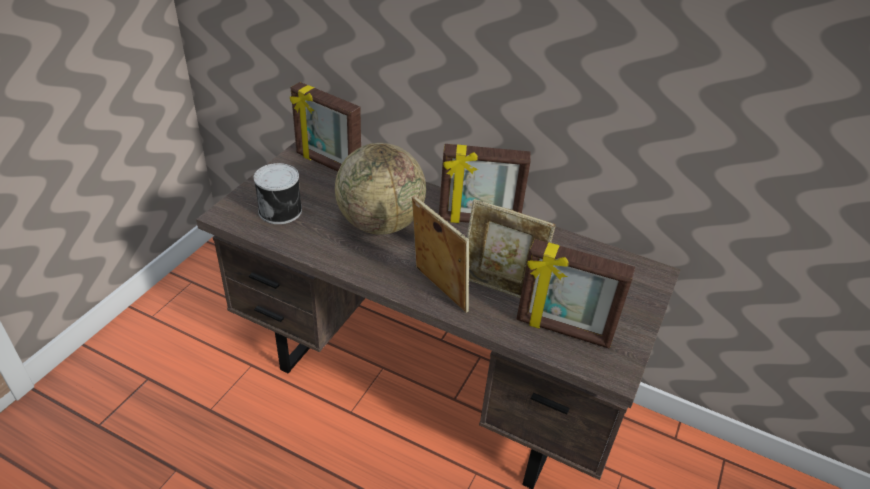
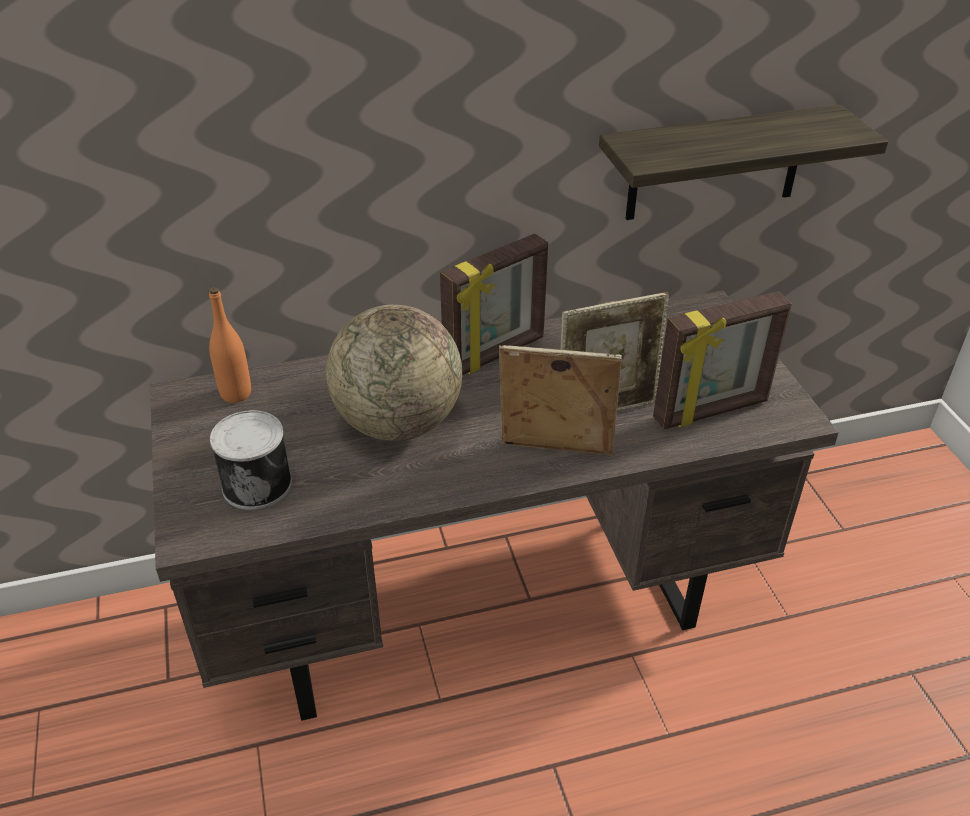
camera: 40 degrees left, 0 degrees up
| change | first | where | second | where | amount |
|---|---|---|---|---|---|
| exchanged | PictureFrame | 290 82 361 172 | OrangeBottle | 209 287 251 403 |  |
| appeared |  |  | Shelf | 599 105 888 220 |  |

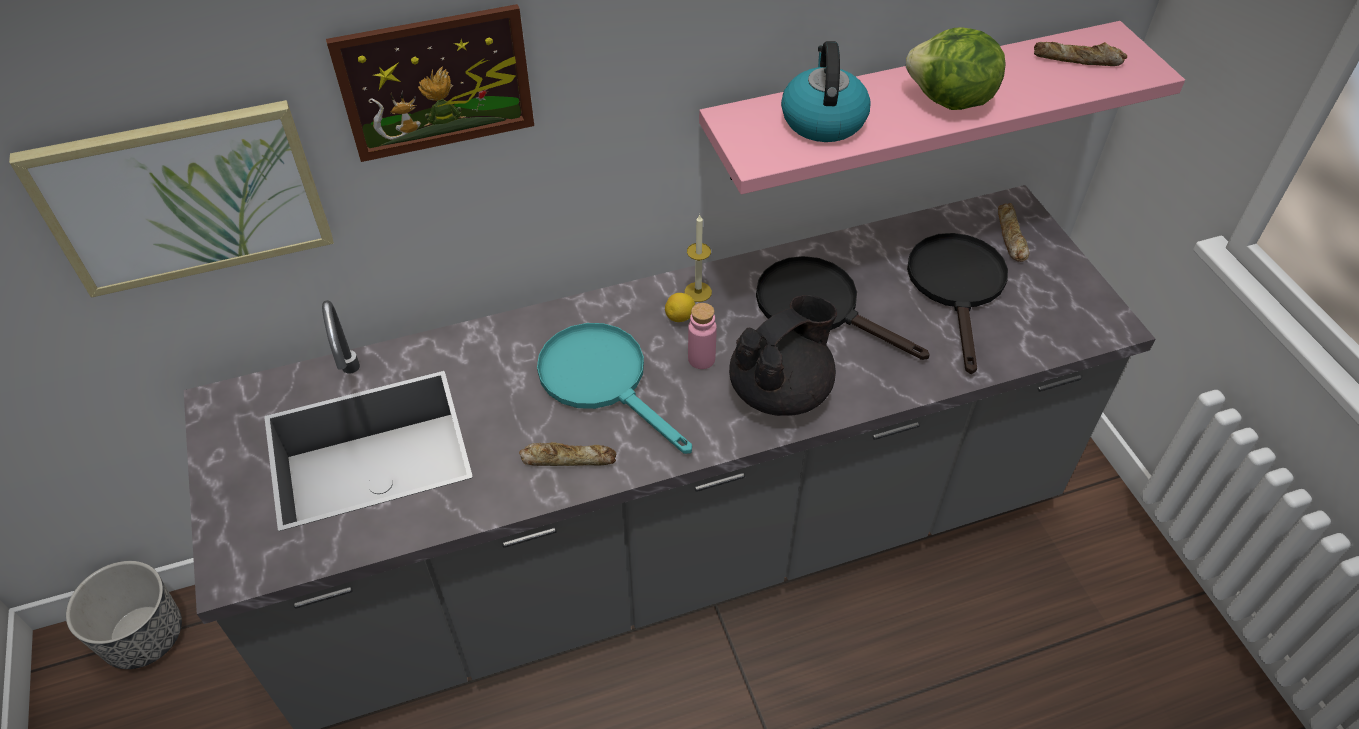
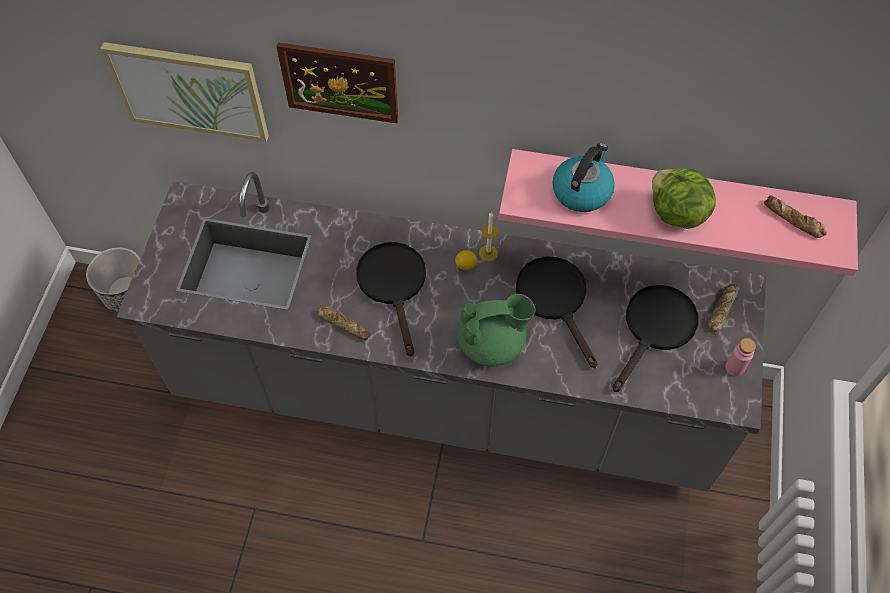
camera: 30 degrees right, 10 degrees up
| change | first | where | second | where | amount |
|---|---|---|---|---|---|
| colour | BlackTeapot | 729 295 837 416 | GreenTeapot | 456 294 535 367 |  |
| relocated | PinkBottle | 688 303 717 369 |  | 725 338 756 376 |  |
| colour | TurquoiseFryingPan | 537 323 692 454 | BlackFryingPan | 356 242 426 356 |  |

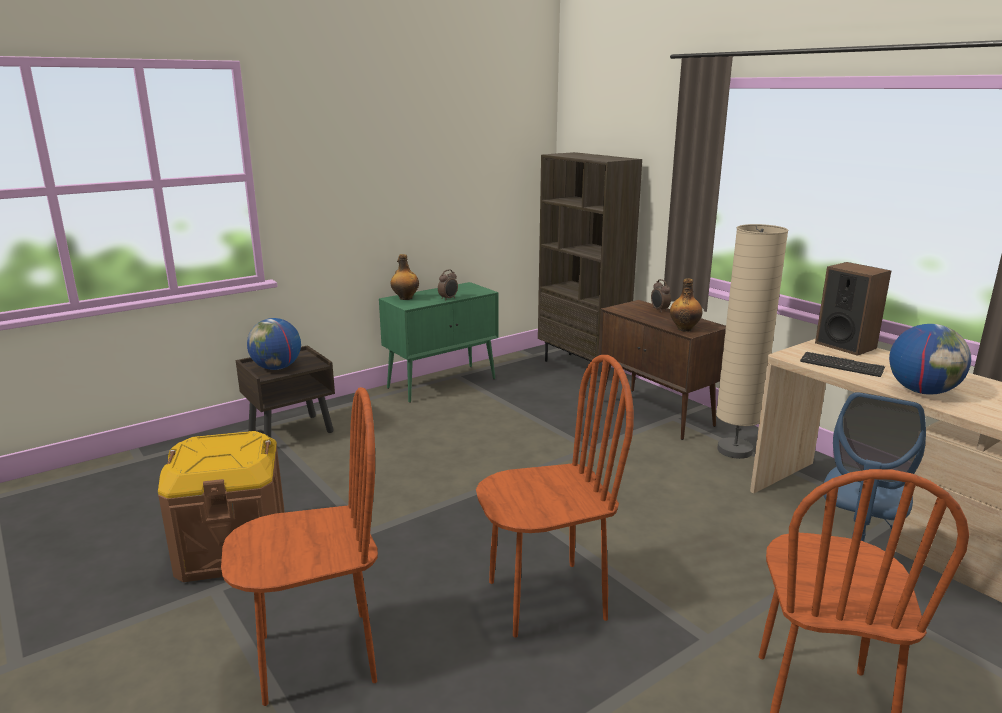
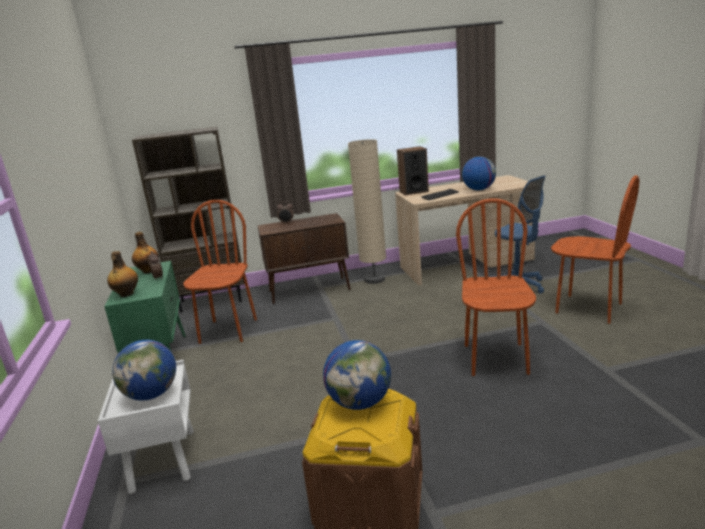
camera: 65 degrees left, 0 degrees up
| change | first | where | second | where | amount |
|---|---|---|---|---|---|
| relocated | Bottle | 670 278 702 332 |  | 132 232 159 274 |  |
| colour | BrownNightstand | 236 345 335 437 | WhiteNightstand | 98 360 194 494 |  |
| relocated | BrownChair | 221 387 378 706 |  | 183 200 257 344 |  |
| appeared |  |  | Globe | 323 340 391 410 |  |

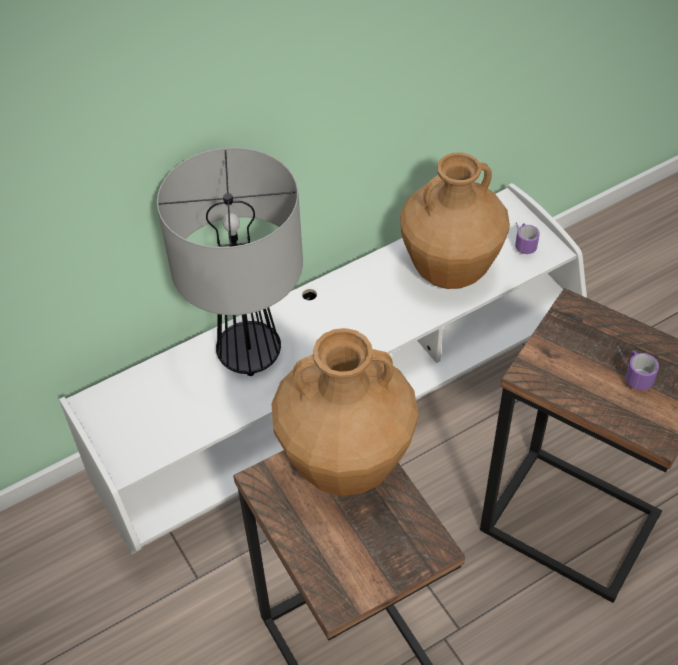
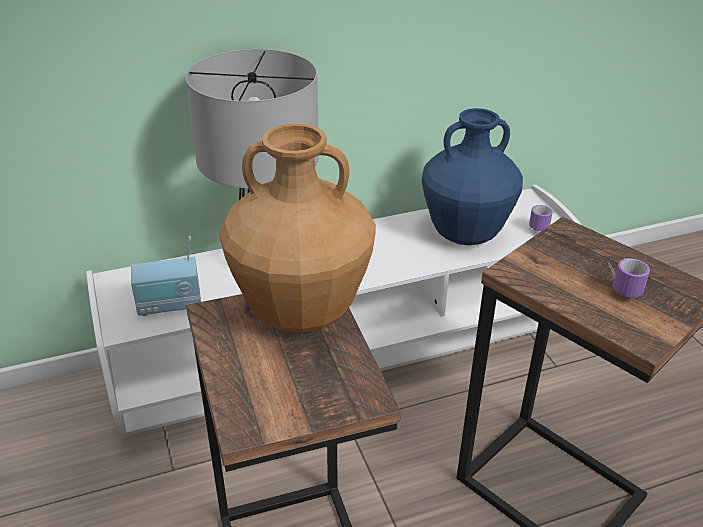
camera: 10 degrees right, 15 degrees down
| change | first | where | second | where | amount |
|---|---|---|---|---|---|
| colour | BrownVase | 400 152 510 289 | BlueVase | 422 108 523 245 |  |
| appeared |  |  | Radio | 131 236 201 316 |  |

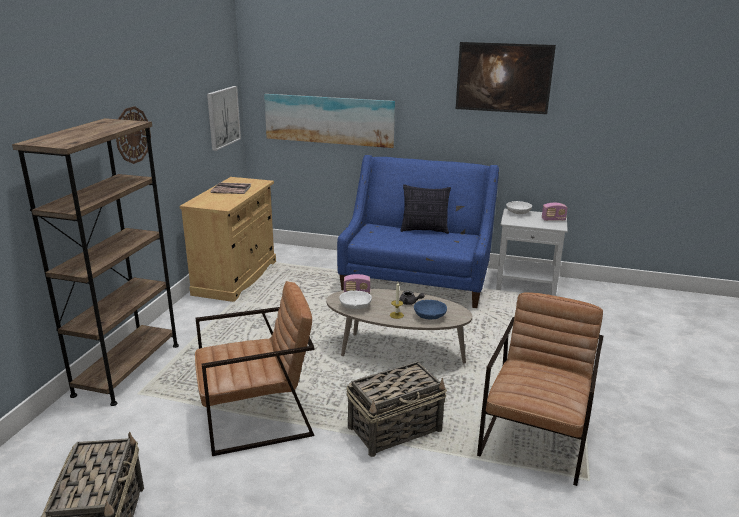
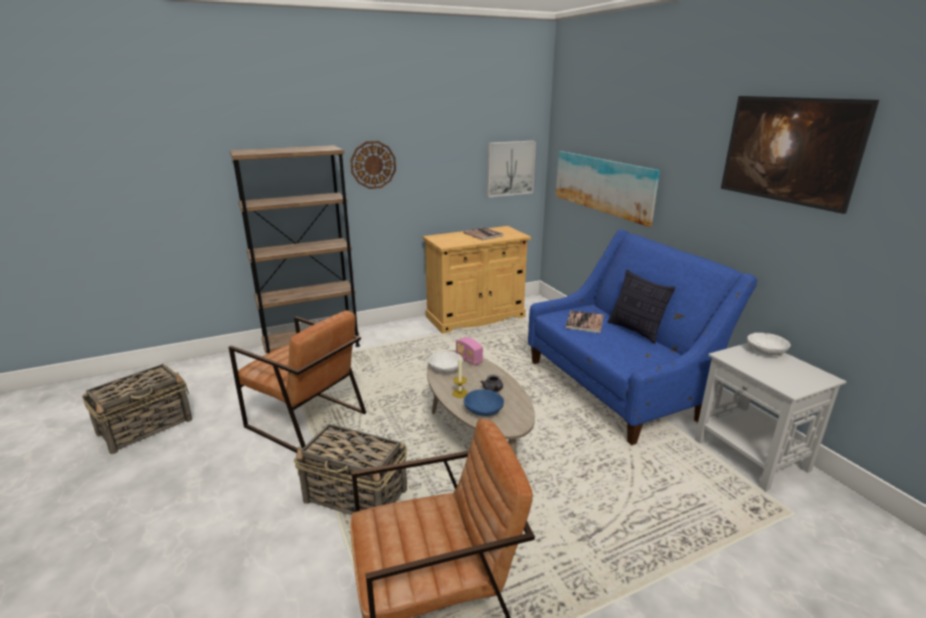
camera: 50 degrees right, 0 degrees up
| change | first | where | second | where | amount |
|---|---|---|---|---|---|
| missing | Radio | 542 203 568 221 |  |  |  |
| appeared |  |  | Book | 565 310 604 333 |  |

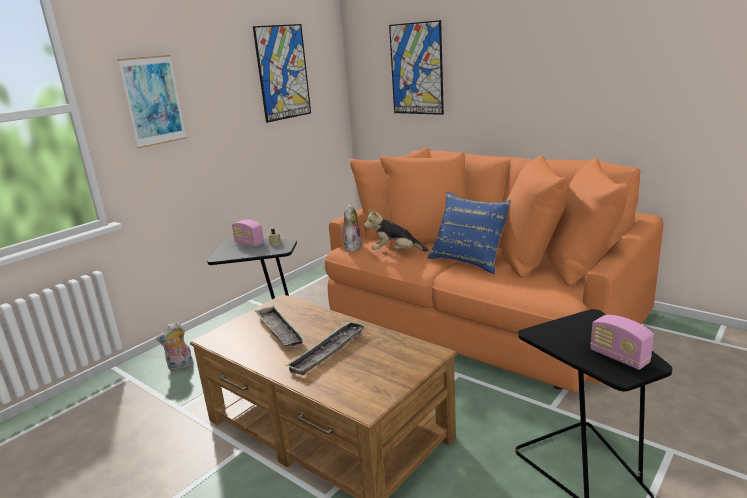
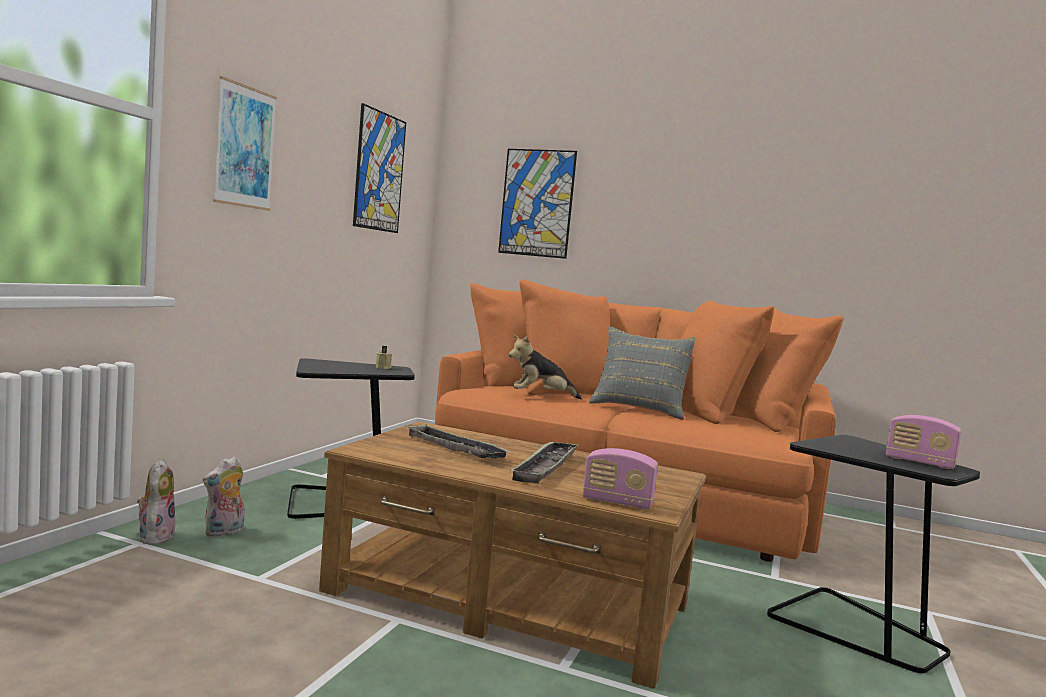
camera: 20 degrees left, 15 degrees down
| change | first | where | second | where | amount |
|---|---|---|---|---|---|
| colour | BluePillow | 428 192 511 274 | GreyPillow | 589 327 696 420 |  |
| relocated | PlushToy | 340 204 362 252 |  | 137 459 176 545 |  |
| relocated | Radio | 232 219 264 246 |  | 583 448 658 509 |  |

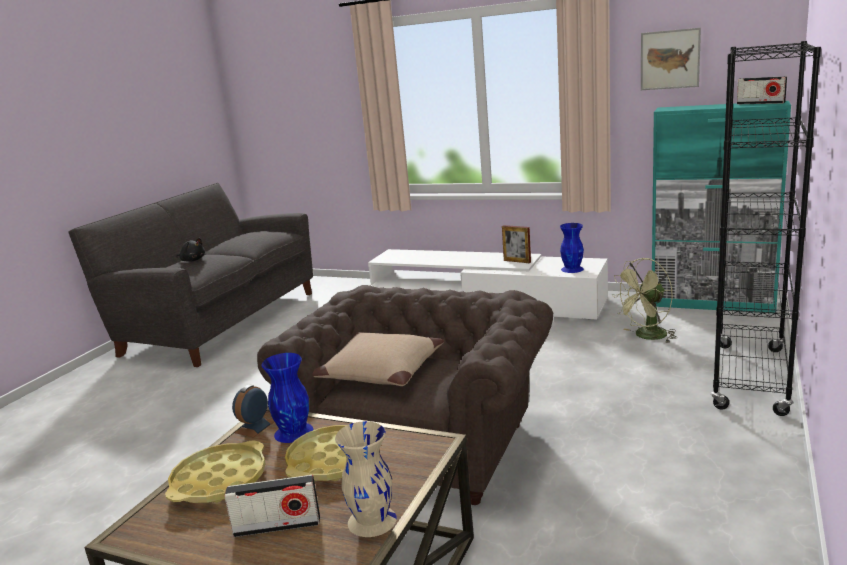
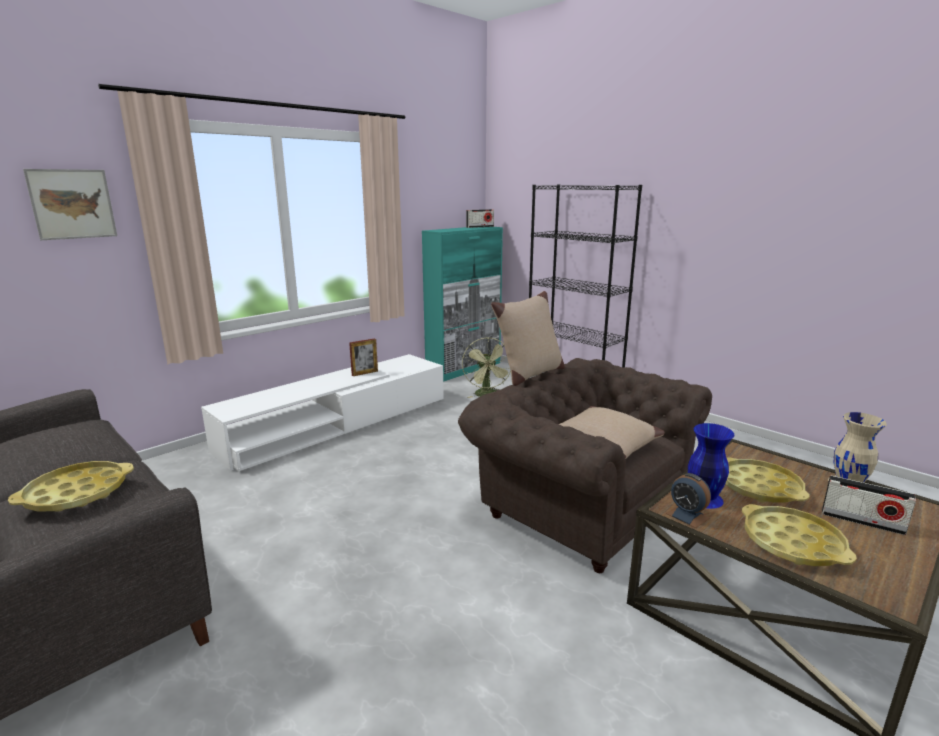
camera: 70 degrees left, 0 degrees up
| change | first | where | second | where | amount |
|---|---|---|---|---|---|
| relocated | Picture | 641 28 701 90 |  | 23 169 117 240 |  |
| missing | BlueVase | 560 223 584 273 |  |  |  |
| exchanged | BlackPlushToy | 176 238 205 261 | YellowTray | 8 461 134 512 |  |
| spun | Radio | 224 475 320 537 |  | 822 475 916 535 | 105 degrees clockwise |
| appeared |  |  | BeigePillow | 491 291 565 386 |  |

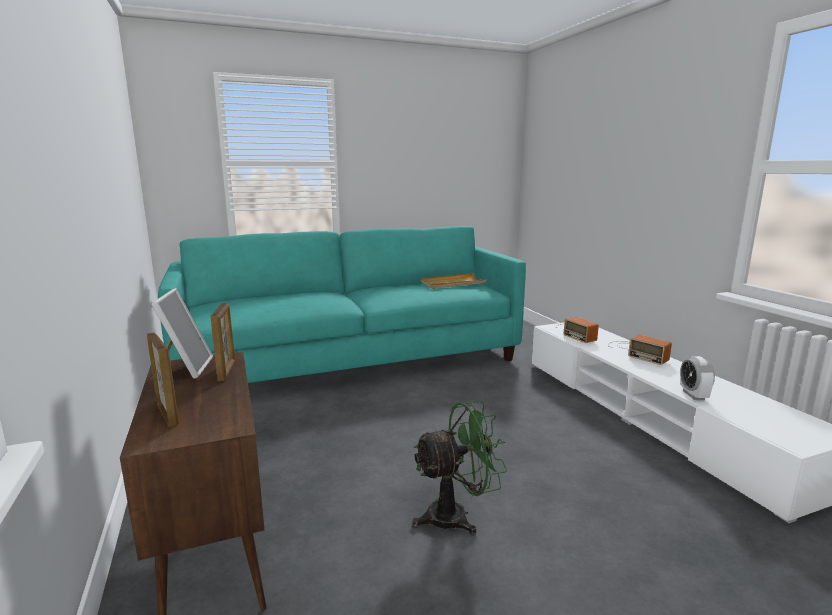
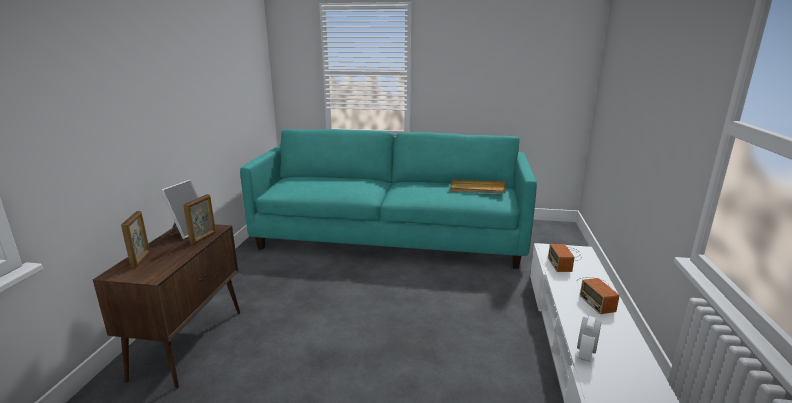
camera: 30 degrees right, 5 degrees up
| change | first | where | second | where | amount |
|---|---|---|---|---|---|
| missing | GreenFan | 412 401 507 536 |  |  |  |

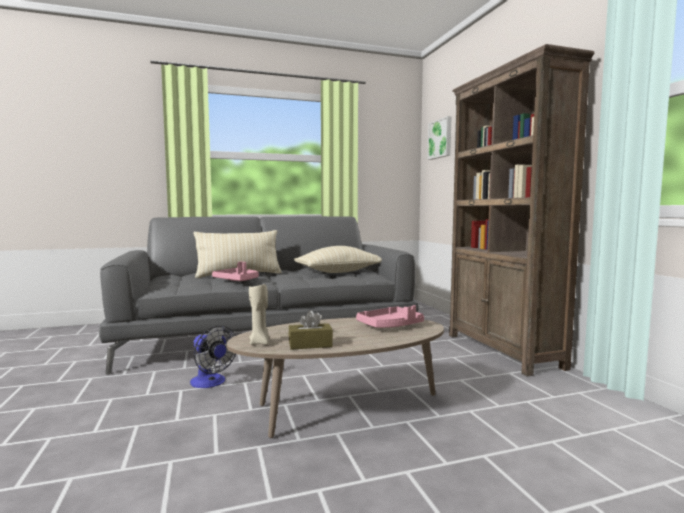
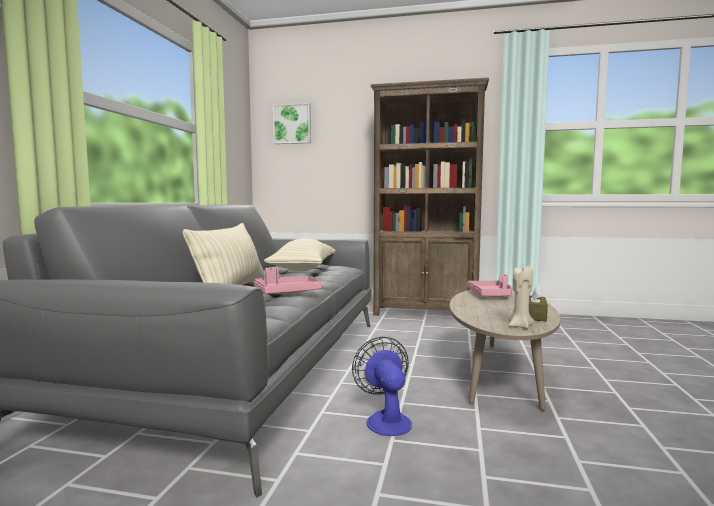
camera: 60 degrees left, 0 degrees up
| change | first | where | second | where | amount |
|---|---|---|---|---|---|
| spun | Fan | 190 326 236 388 |  | 352 337 412 436 | 90 degrees counterclockwise |

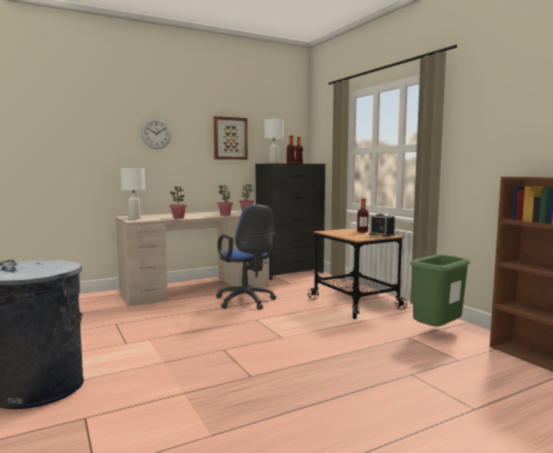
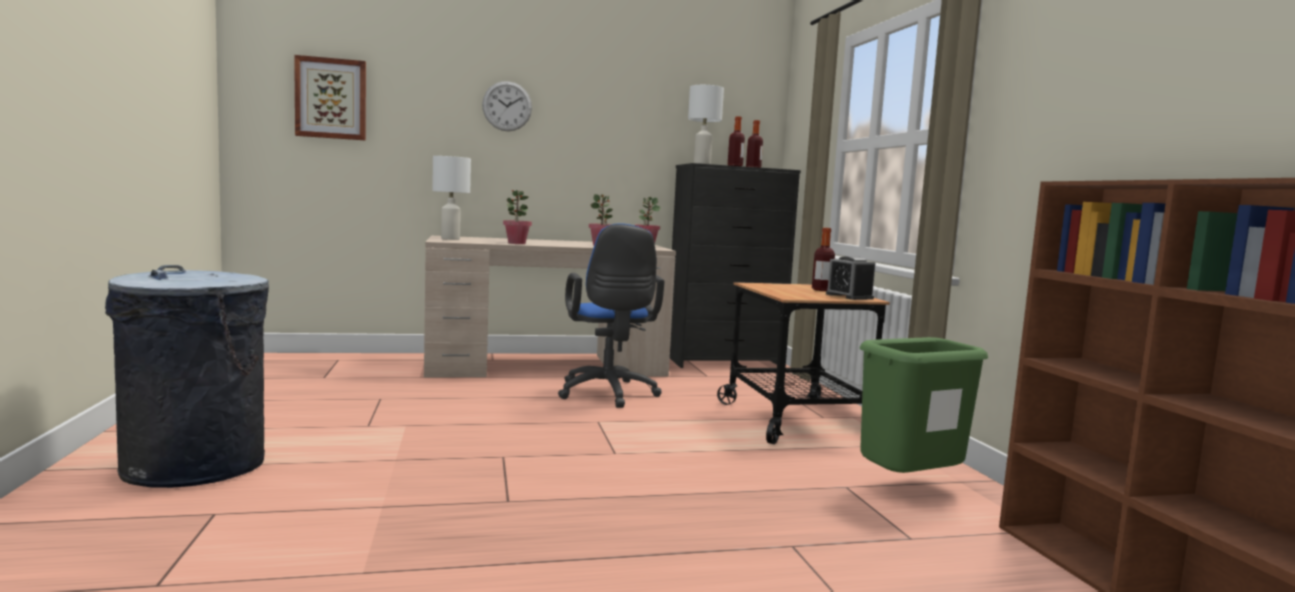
camera: 15 degrees right, 0 degrees up
| change | first | where | second | where | amount |
|---|---|---|---|---|---|
| relocated | Picture | 214 116 248 160 |  | 294 55 366 140 |  |

